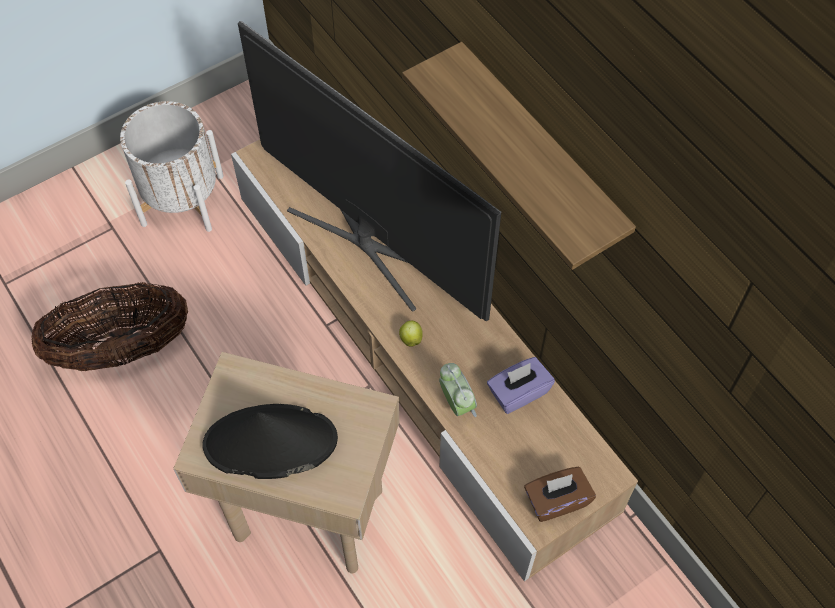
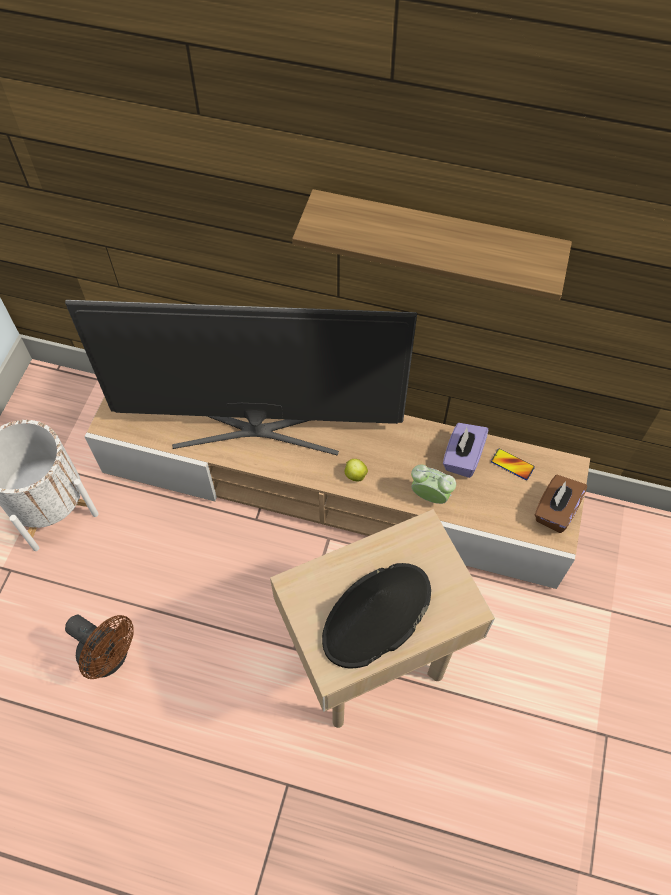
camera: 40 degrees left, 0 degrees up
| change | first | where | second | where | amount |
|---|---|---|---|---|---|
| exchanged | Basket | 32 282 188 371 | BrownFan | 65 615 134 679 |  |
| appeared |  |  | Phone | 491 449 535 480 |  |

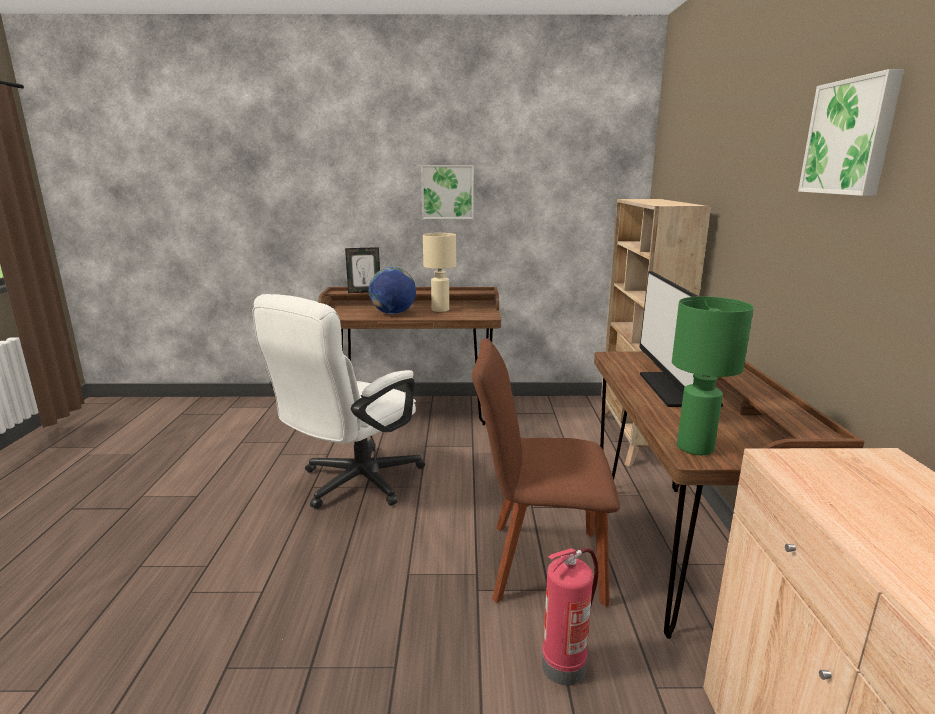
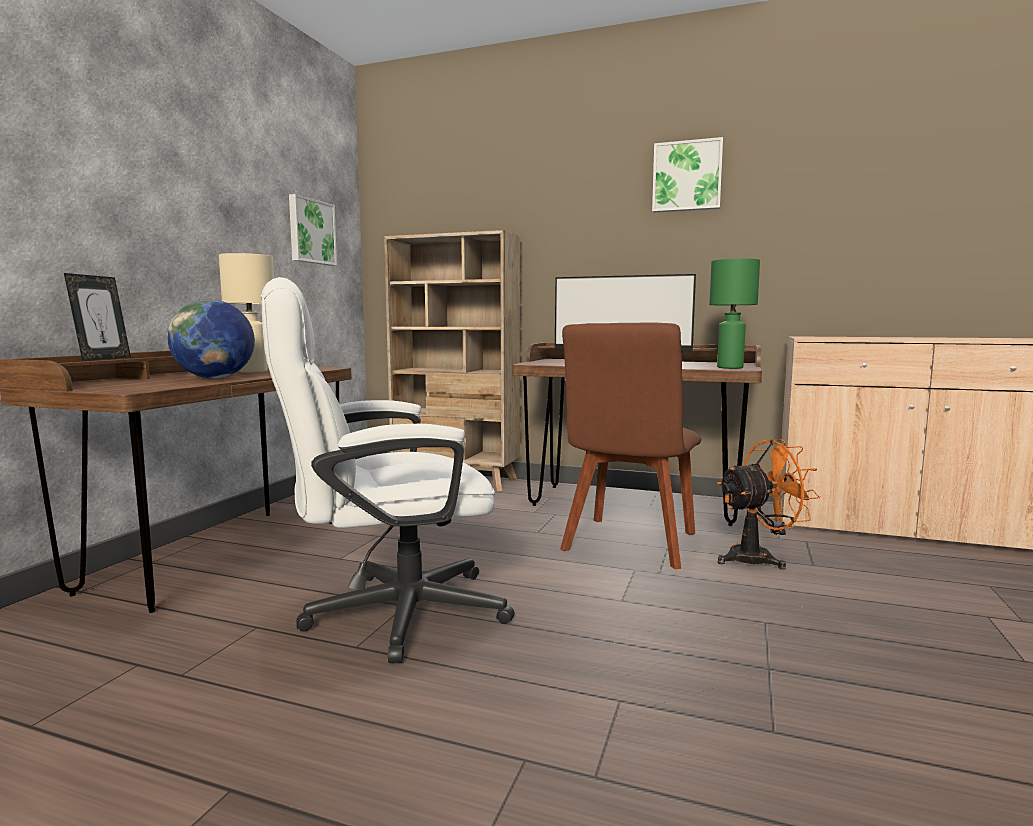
camera: 70 degrees left, 10 degrees down
| change | first | where | second | where | amount |
|---|---|---|---|---|---|
| relocated | Picture | 421 165 474 219 |  | 289 194 337 266 |  |
| spun | WhiteOfficeChair | 252 294 425 509 |  | 261 277 515 663 | 105 degrees clockwise |
| exchanged | FireExtinguisher | 542 548 598 685 | OrangeFan | 717 439 820 570 |  |

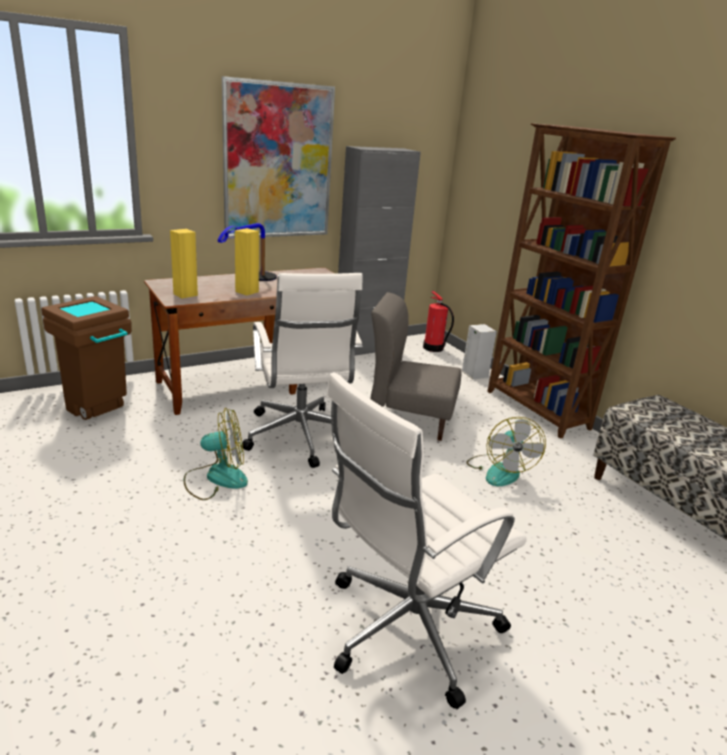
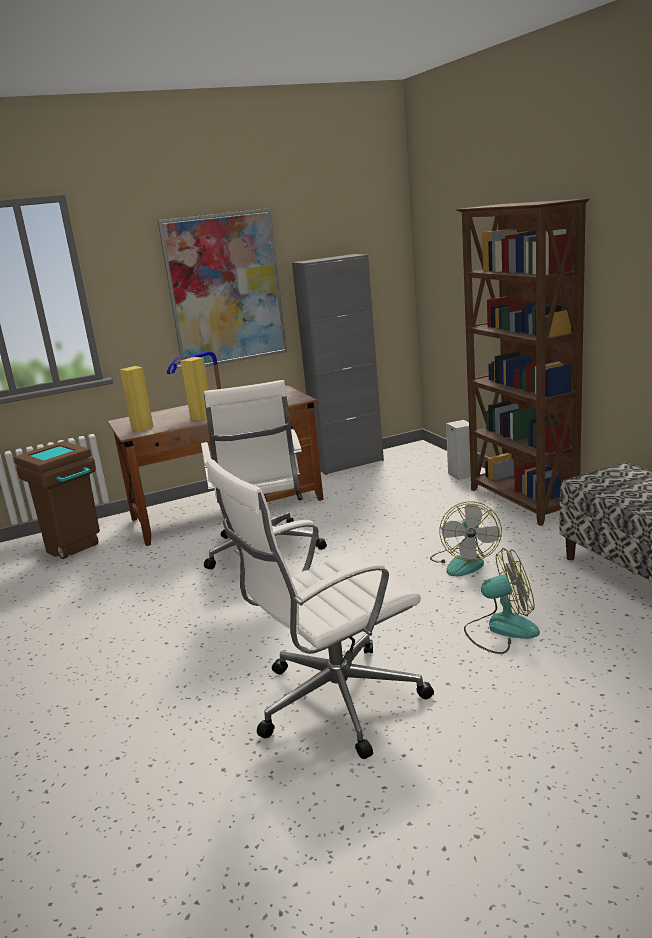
camera: 10 degrees right, 5 degrees down
| change | first | where | second | where | amount |
|---|---|---|---|---|---|
| missing | FireExtinguisher | 423 291 454 352 |  |  |  |
| missing | GreyChair | 370 292 462 441 |  |  |  |
| relocated | Fan | 184 408 248 500 |  | 464 548 540 654 |  |

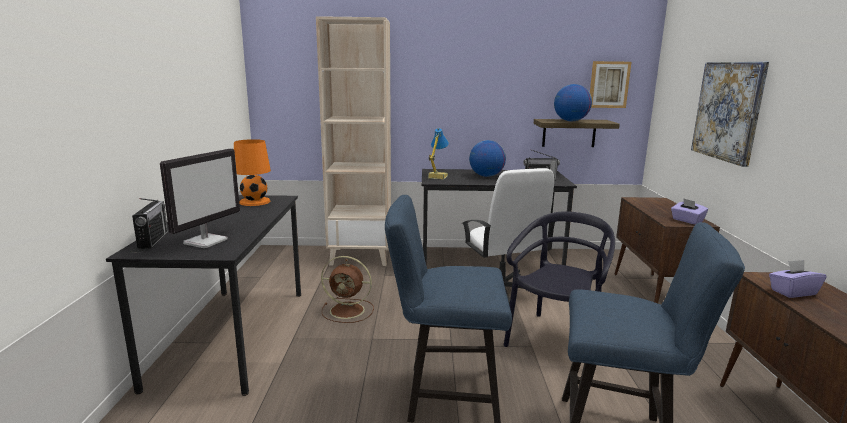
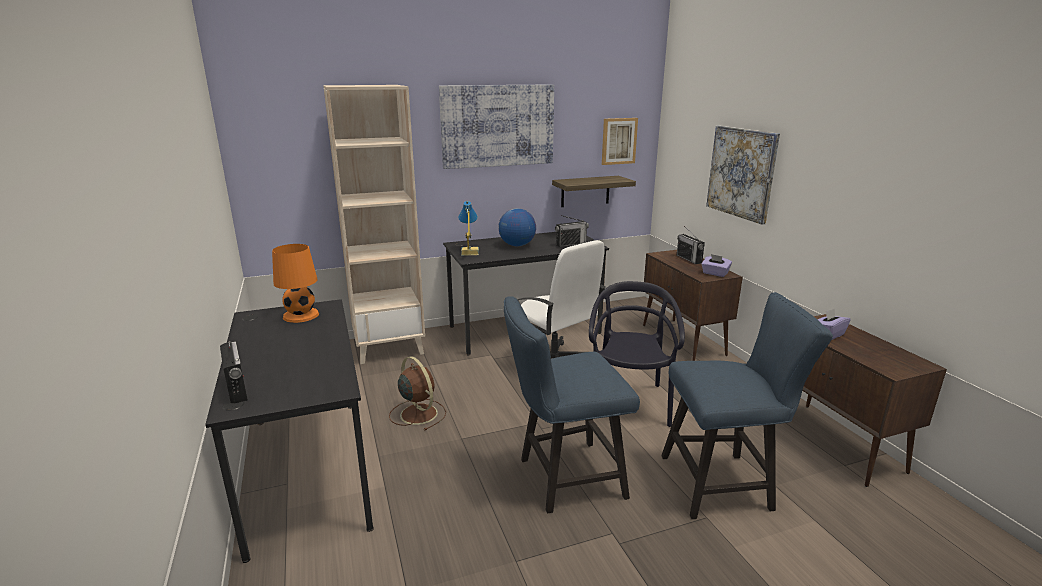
camera: 20 degrees left, 5 degrees up
| change | first | where | second | where | amount |
|---|---|---|---|---|---|
| missing | Globe | 554 84 592 121 |  |  |  |
| missing | Monitor | 160 148 240 248 |  |  |  |
| spun | BrownFan | 321 256 374 323 |  | 389 356 446 430 | 120 degrees counterclockwise |
| appeared |  |  | Picture | 439 85 554 169 |  |
| appeared |  |  | Radio | 677 226 705 264 |  |

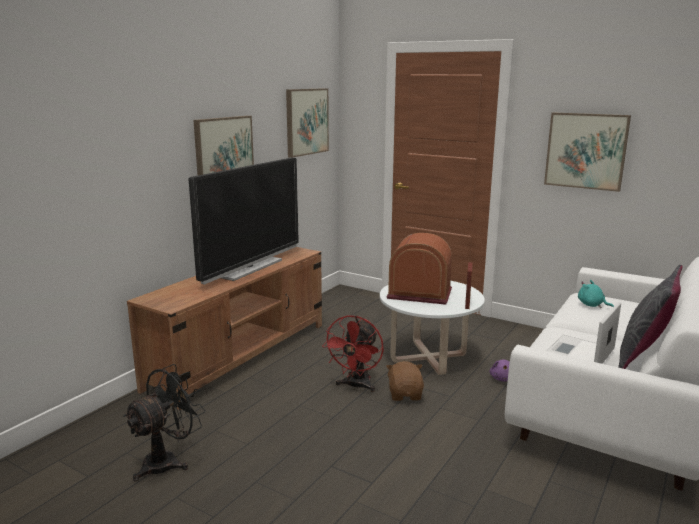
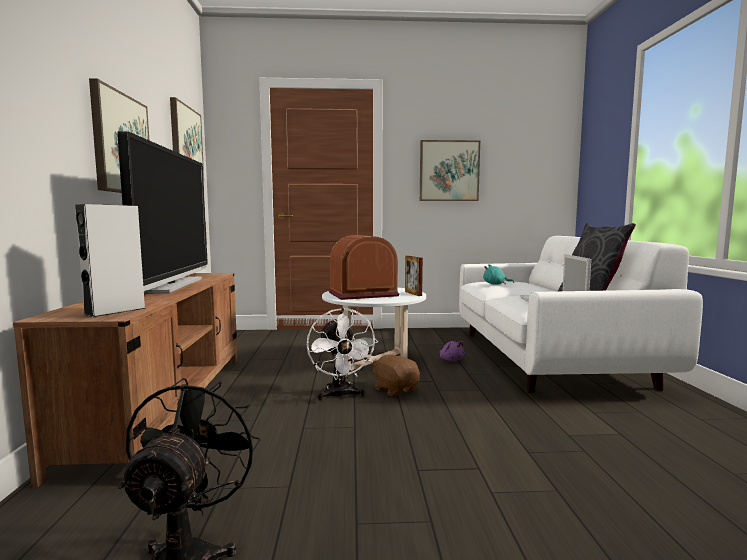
camera: 35 degrees left, 10 degrees down
| change | first | where | second | where | amount |
|---|---|---|---|---|---|
| colour | RedFan | 322 315 384 392 | WhiteFan | 307 308 378 400 |  |
| appeared |  |  | GreySpeaker | 75 204 146 317 |  |

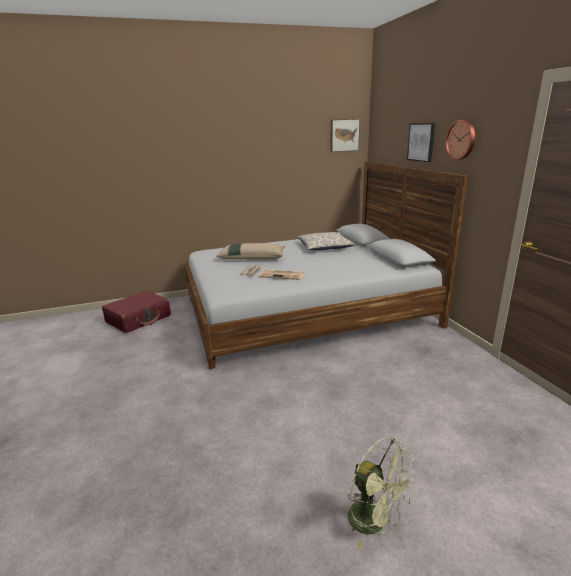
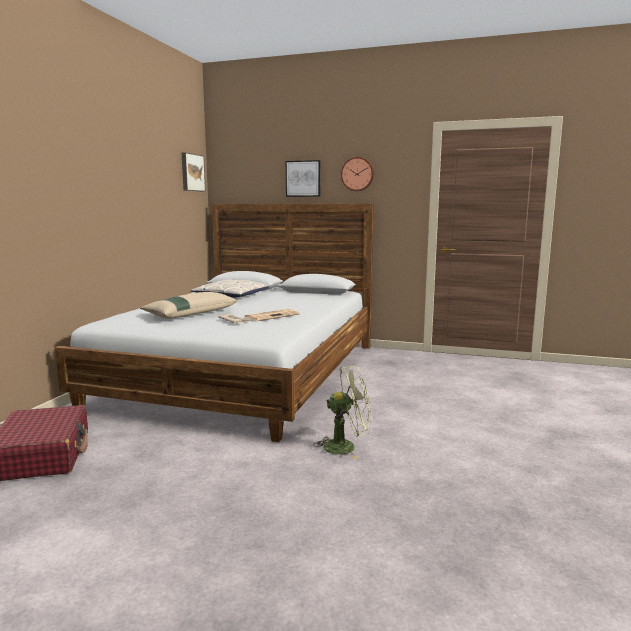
camera: 55 degrees left, 10 degrees down
| change | first | where | second | where | amount |
|---|---|---|---|---|---|
| relocated | GreenFan | 347 437 416 550 |  | 313 366 372 460 |  |

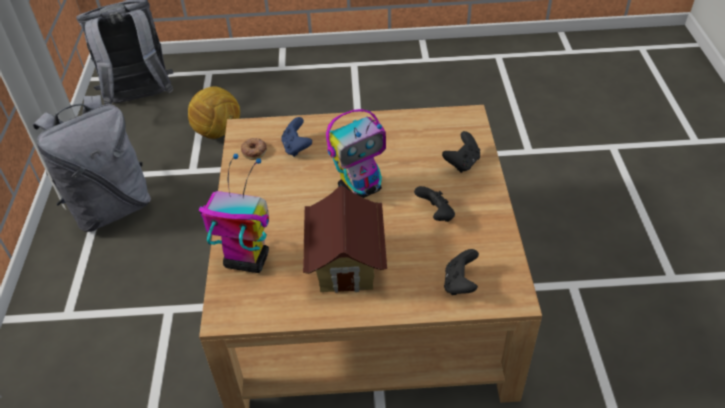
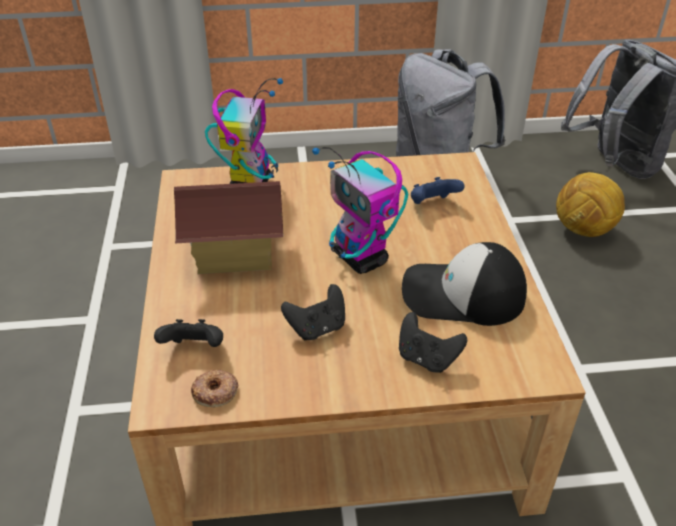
camera: 85 degrees right, 5 degrees down
| change | first | where | second | where | amount |
|---|---|---|---|---|---|
| relocated | Donut | 241 138 267 160 |  | 191 369 238 407 |  |
| appeared |  |  | Cap | 402 242 527 326 |  |

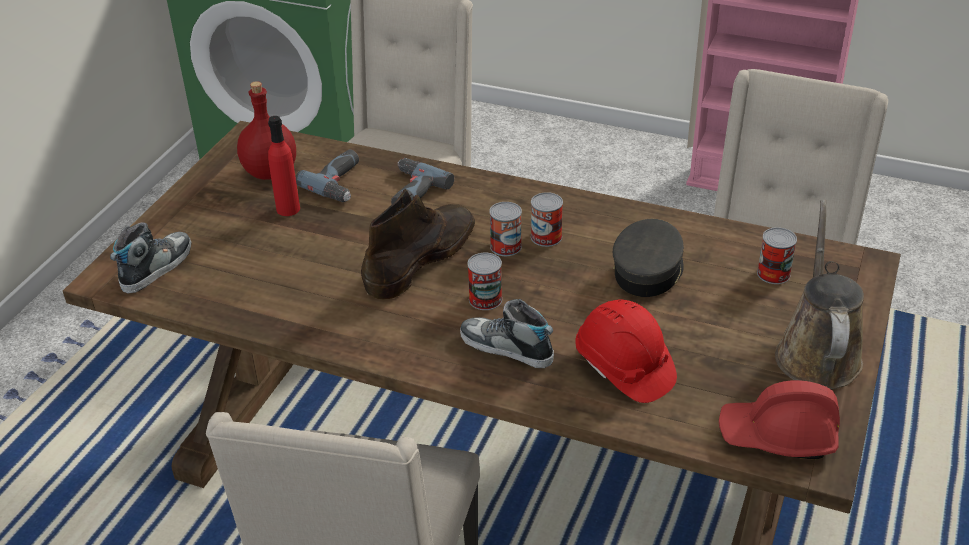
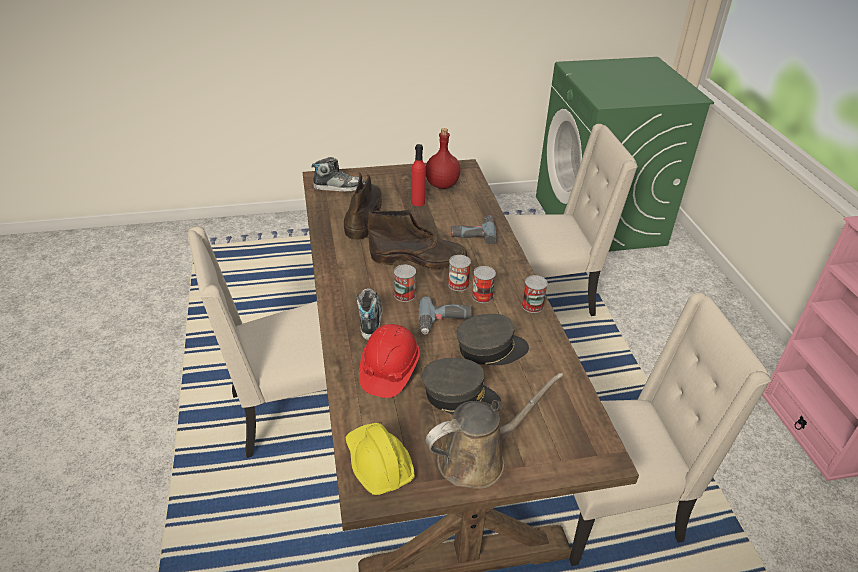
camera: 55 degrees right, 0 degrees up
| change | first | where | second | where | amount |
|---|---|---|---|---|---|
| relocated | PowerDrill | 296 149 359 202 |  | 419 296 471 334 |  |
| relocated | Can | 757 227 797 284 |  | 522 275 548 313 |  |
| colour | RedHardHat | 719 380 840 459 | YellowHardHat | 346 423 415 495 |  |
| appeared |  |  | BrownBoot | 343 172 382 240 |  |
| appeared |  |  | GreyCap | 422 358 501 415 |  |

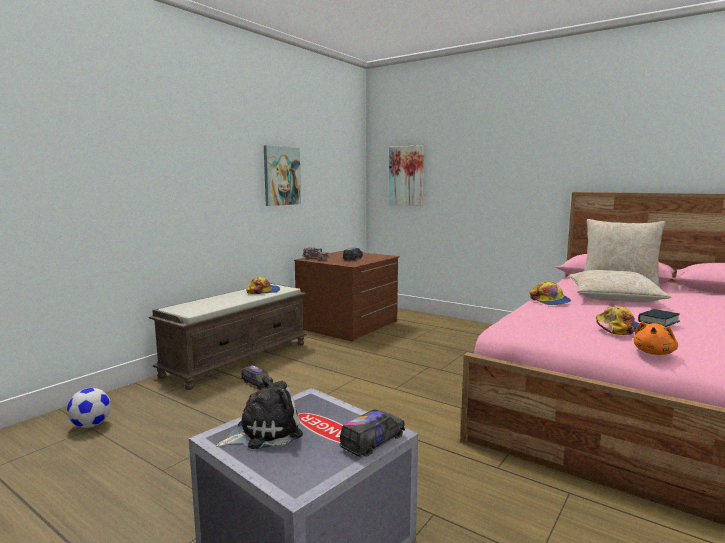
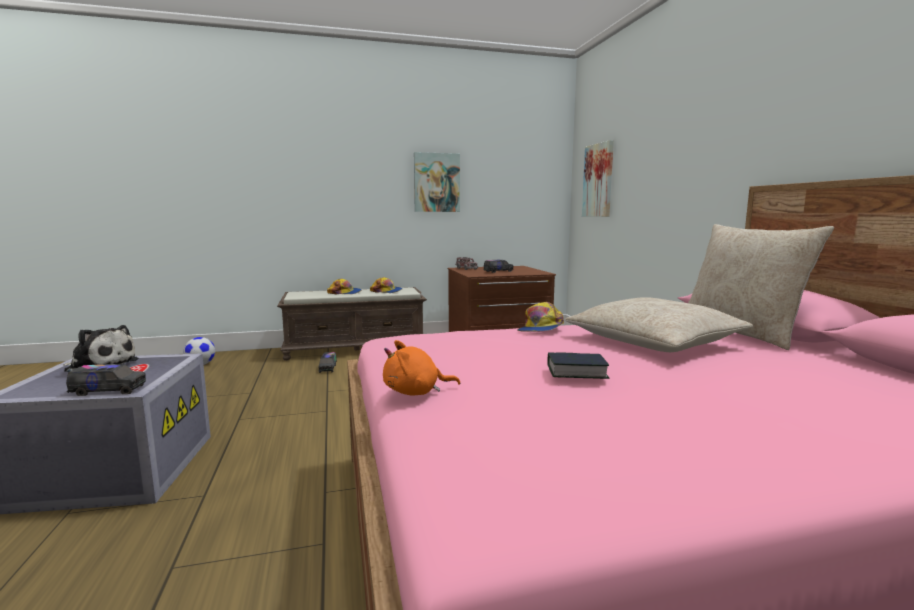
camera: 40 degrees right, 0 degrees up
| change | first | where | second | where | amount |
|---|---|---|---|---|---|
| relocated | Cap | 596 306 639 335 |  | 327 279 361 294 |  |

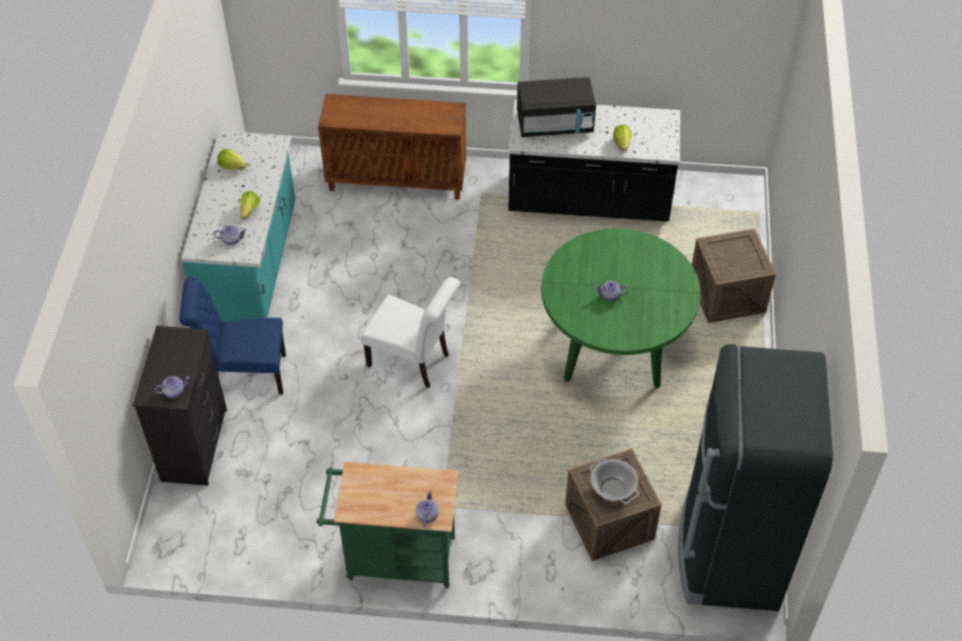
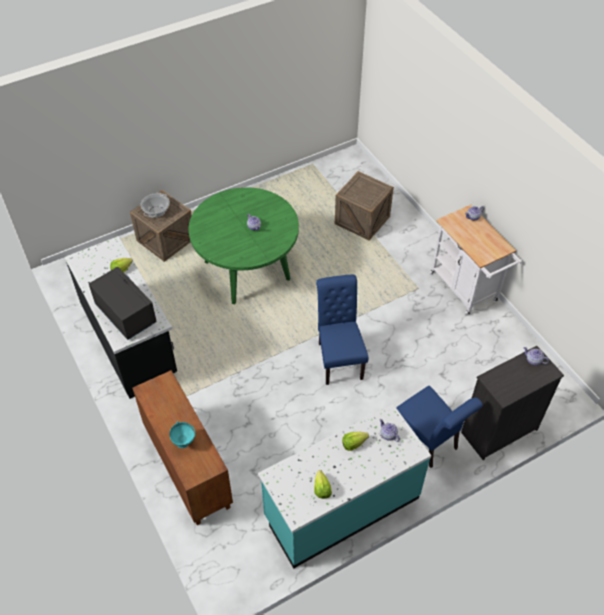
camera: 125 degrees left, 0 degrees up
| change | first | where | second | where | amount |
|---|---|---|---|---|---|
| colour | WhiteChair | 360 277 460 388 | BlueChair | 316 275 369 385 |  |
| missing | BlackFridge | 678 344 833 611 |  |  |  |
| relocated | CookingPot | 590 458 639 504 |  | 140 193 170 218 |  |
| colour | GreenCart | 317 462 459 589 | WhiteCart | 430 205 522 315 |  |
| appeared |  |  | TurquoiseBowl | 169 421 196 448 |  |

